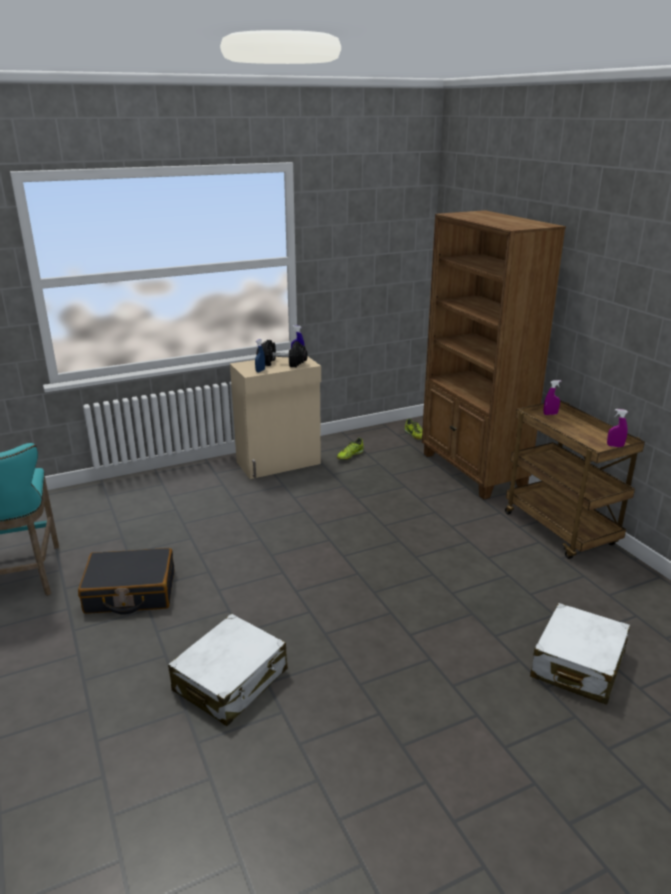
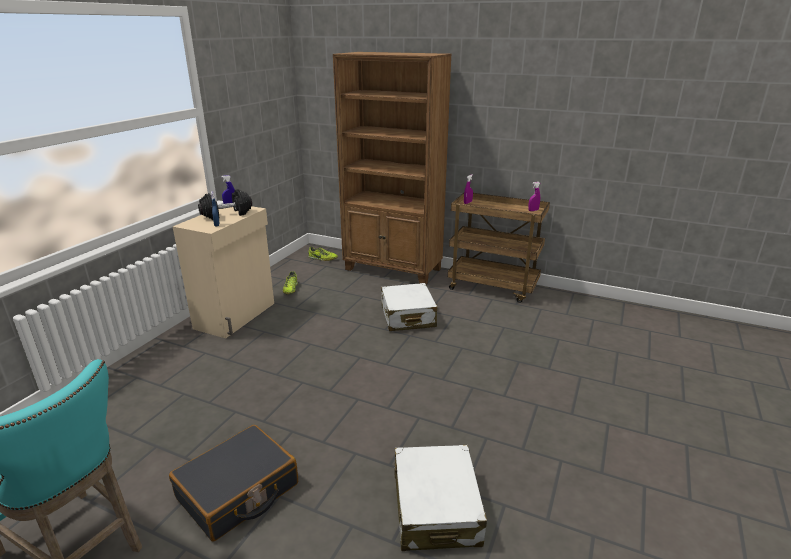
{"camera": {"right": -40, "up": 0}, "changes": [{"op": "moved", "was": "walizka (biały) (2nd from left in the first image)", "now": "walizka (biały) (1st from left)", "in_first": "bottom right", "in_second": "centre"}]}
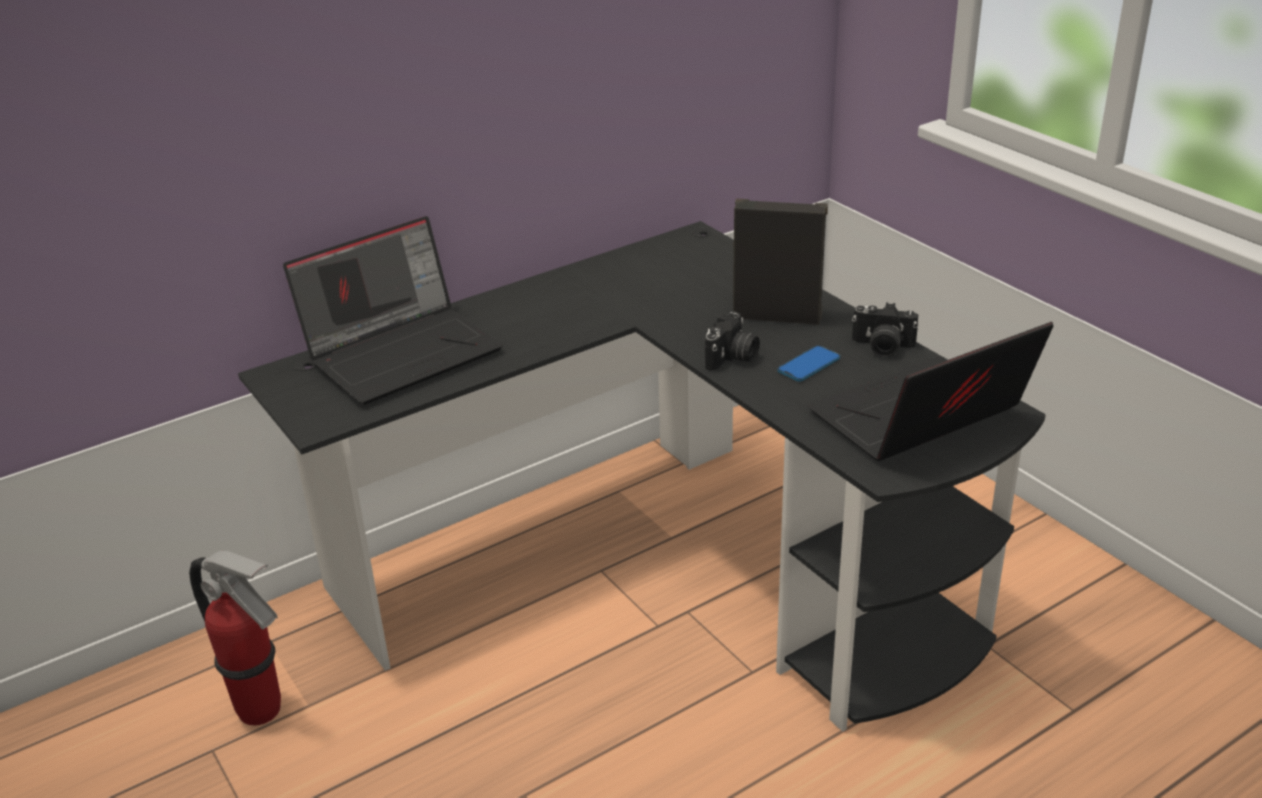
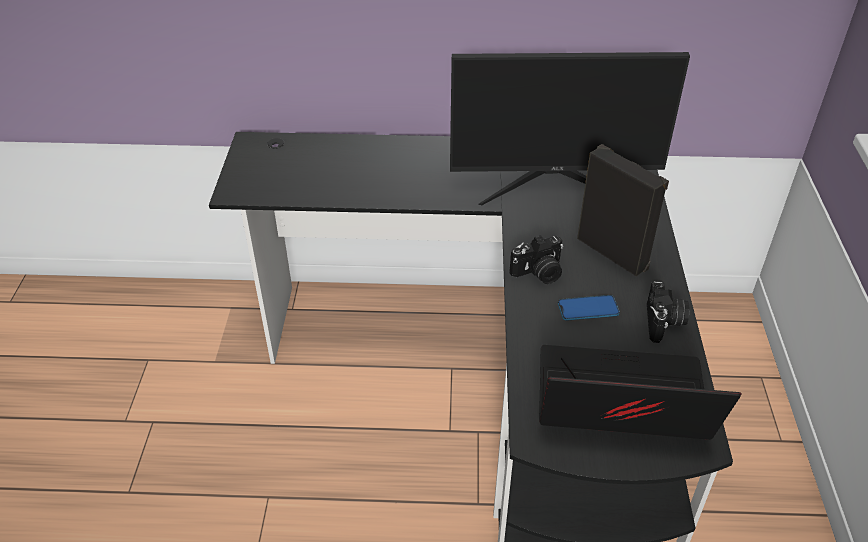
{"camera": {"right": 35, "up": 10}, "changes": [{"op": "removed", "was": "gaśnica", "in_first": "bottom left"}, {"op": "removed", "was": "laptop (1st from left)", "in_first": "middle left"}, {"op": "turned", "was": "aparat fotograficzny (2nd from left)", "in_first": "middle right", "in_second": "middle right", "clockwise": -135}, {"op": "added", "now": "monitor", "in_second": "top centre"}]}
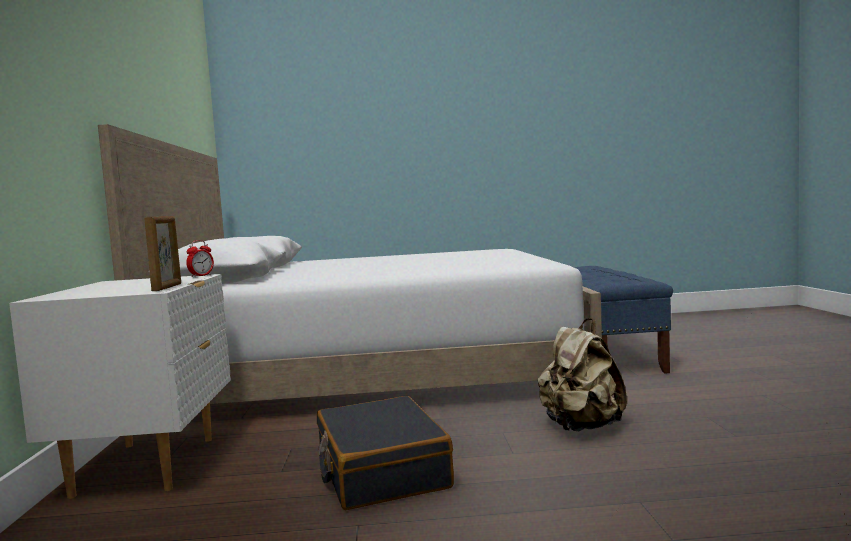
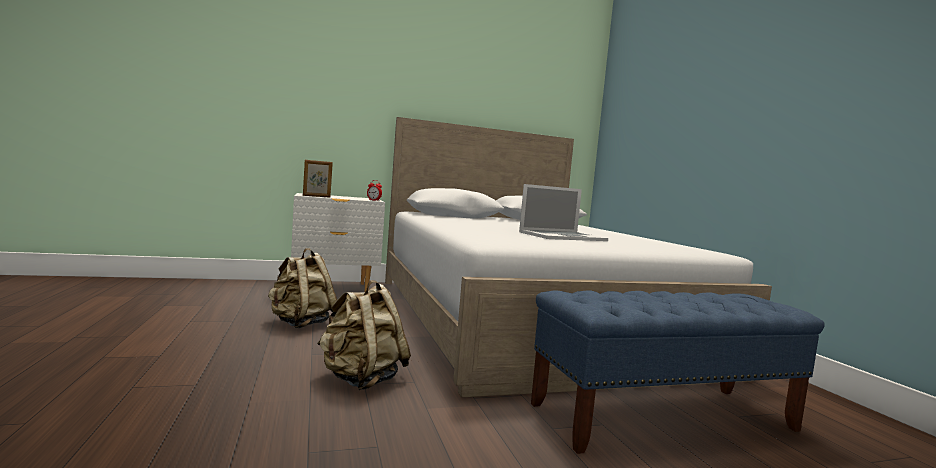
{"camera": {"right": 75, "up": 0}, "changes": [{"op": "replaced", "was": "walizka (czarny)", "now": "plecak (beżowy) (1st from left)", "in_first": "bottom centre", "in_second": "middle left"}, {"op": "added", "now": "laptop", "in_second": "centre"}]}
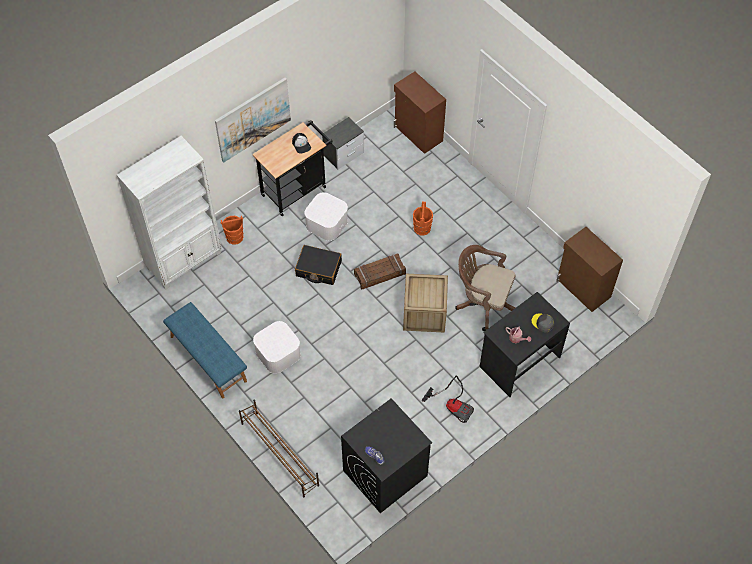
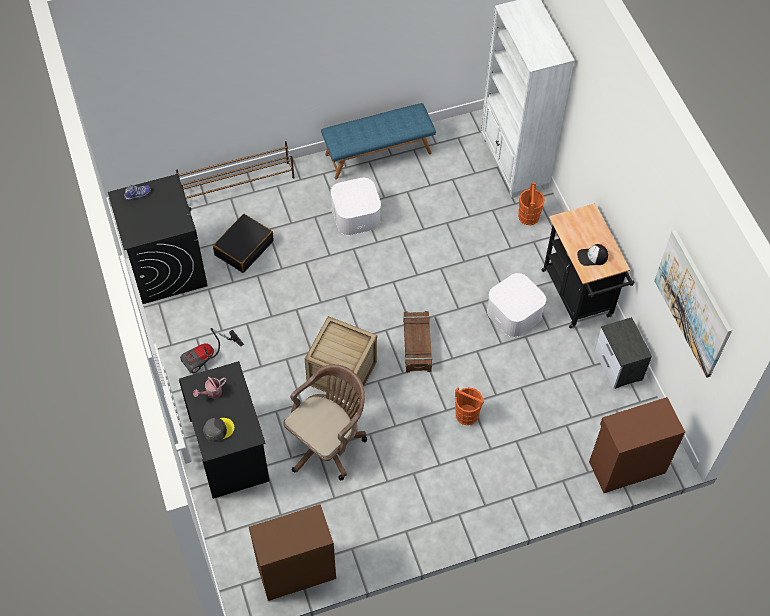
{"camera": {"right": 110, "up": 0}, "changes": [{"op": "moved", "was": "obraz", "in_first": "top centre", "in_second": "middle right"}, {"op": "moved", "was": "walizka (czarny)", "in_first": "centre", "in_second": "middle left"}]}
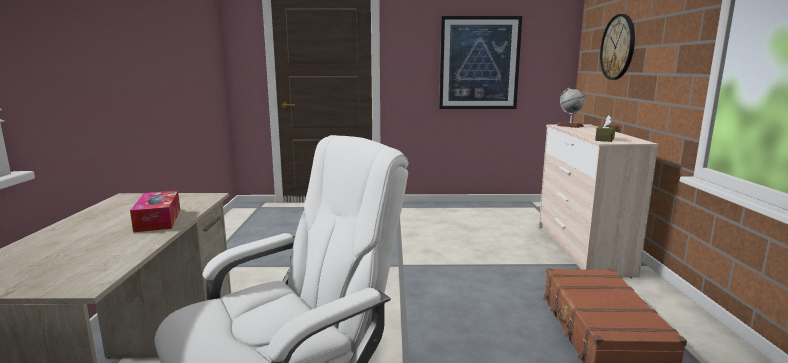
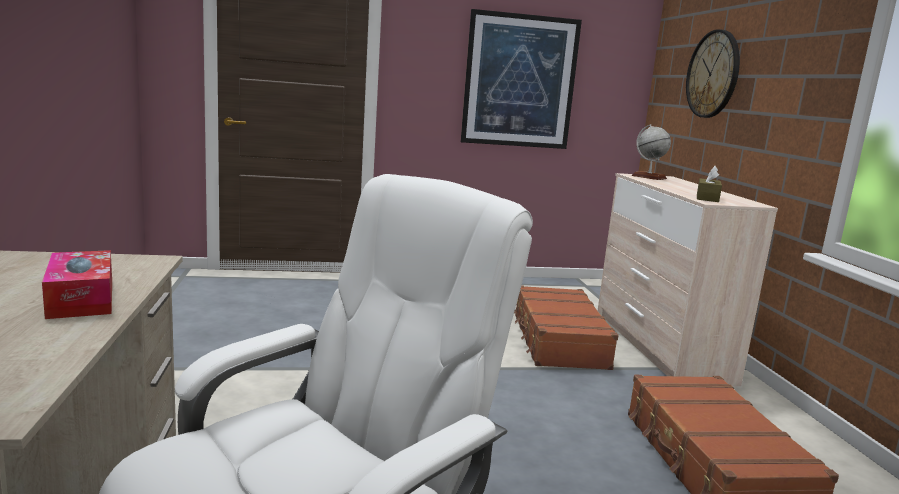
{"camera": {"right": -10, "up": 0}, "changes": [{"op": "added", "now": "walizka (brązowy) (1st from left)", "in_second": "centre"}]}
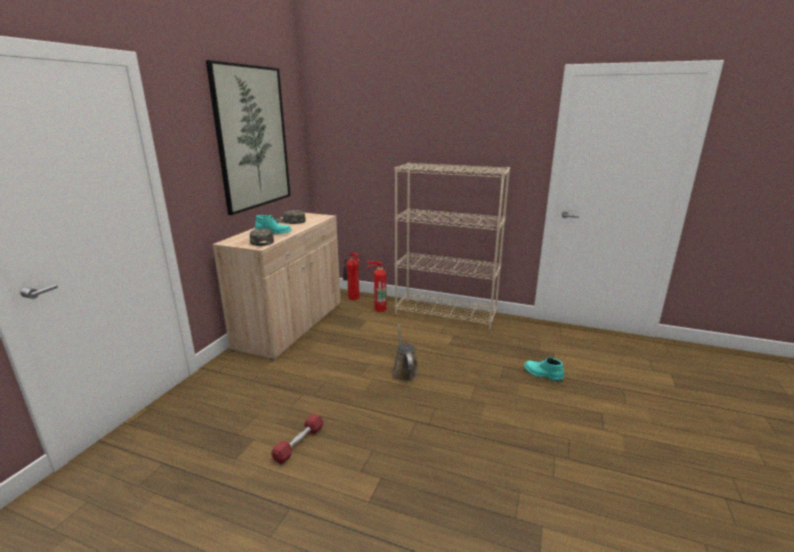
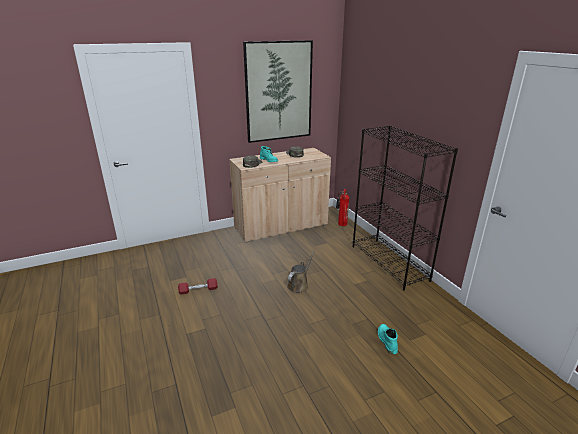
{"camera": {"right": 45, "up": 5}, "changes": [{"op": "removed", "was": "gaśnica (2nd from left)", "in_first": "centre"}, {"op": "recoloured", "was": "regał (beżowy)", "now": "regał (czarny)", "in_first": "centre", "in_second": "middle right"}]}
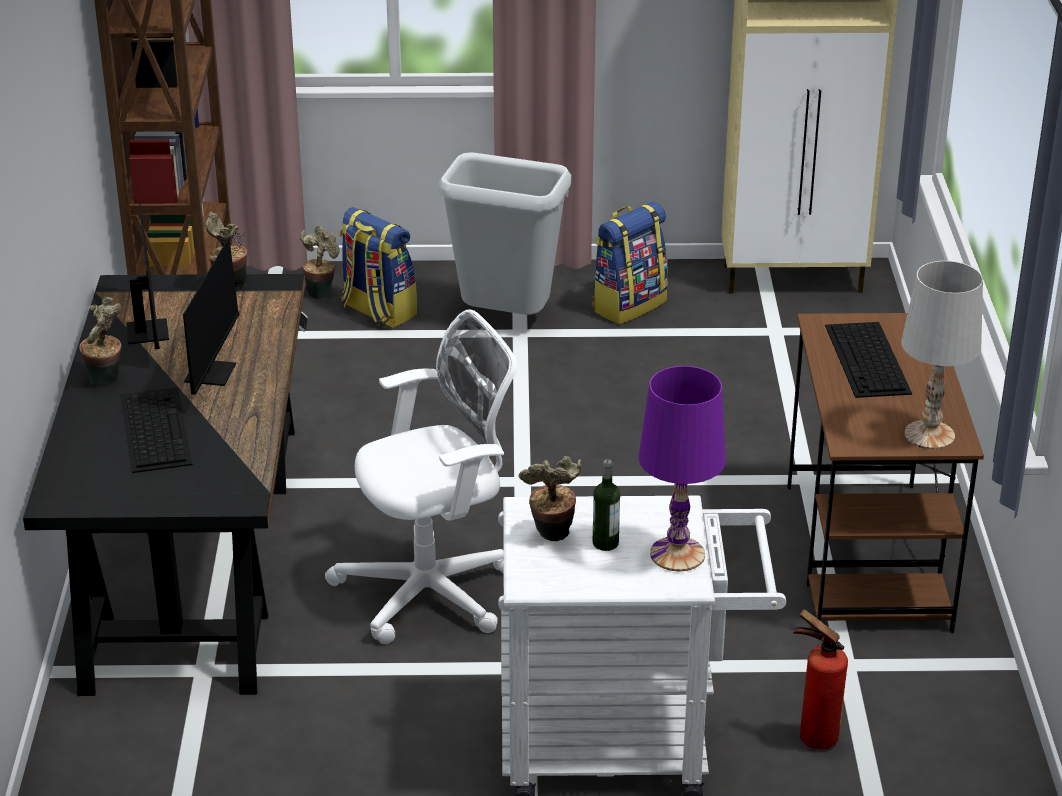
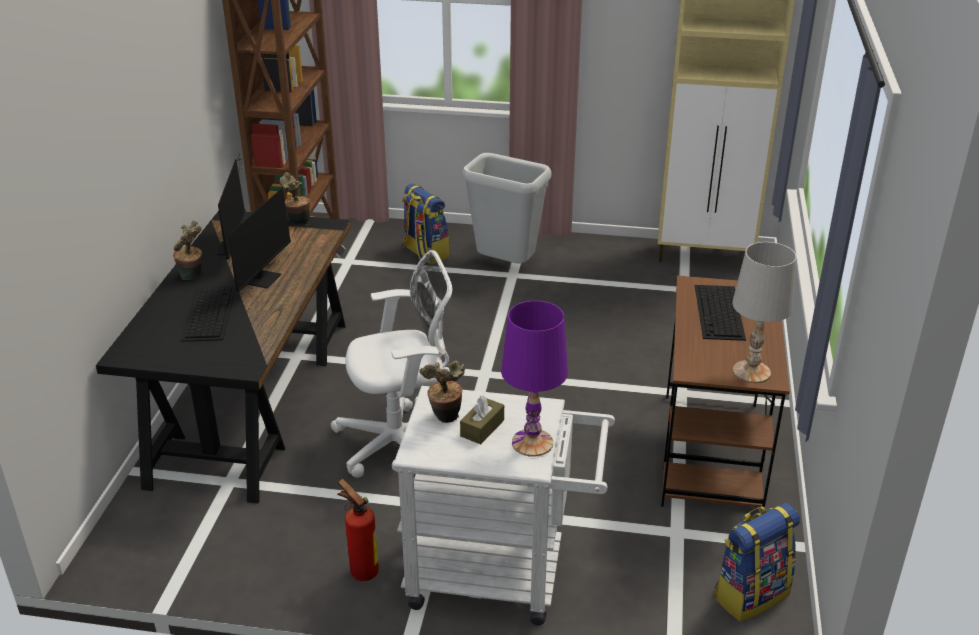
{"camera": {"right": 10, "up": 0}, "changes": [{"op": "removed", "was": "roślina doniczkowa (3rd from left)", "in_first": "top left"}, {"op": "moved", "was": "plecak (2nd from left)", "in_first": "top centre", "in_second": "bottom right"}, {"op": "replaced", "was": "butelka", "now": "pudełko chusteczek (brązowy)", "in_first": "centre", "in_second": "centre"}, {"op": "moved", "was": "gaśnica", "in_first": "bottom right", "in_second": "bottom centre"}]}
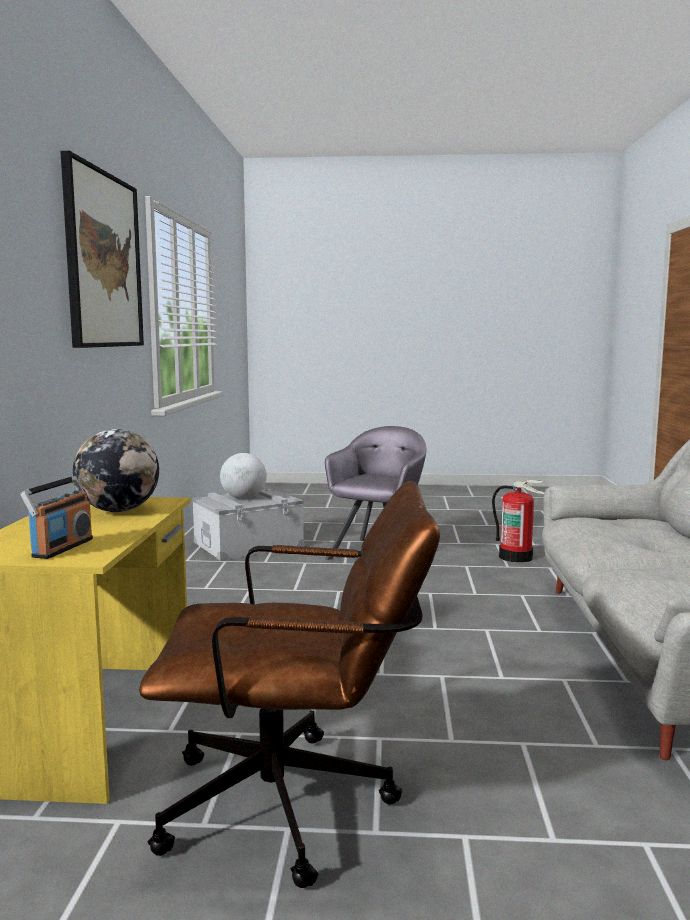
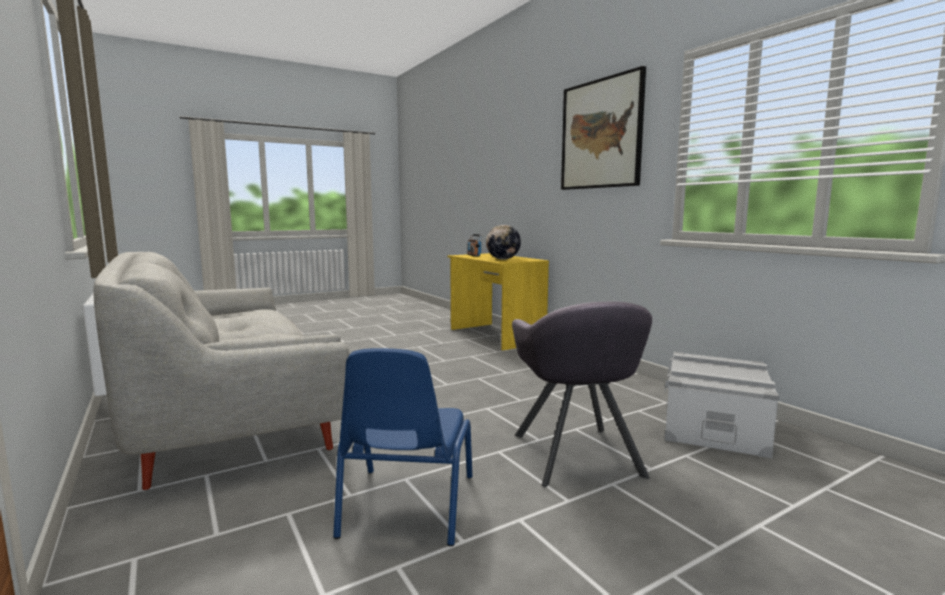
{"camera": {"right": 145, "up": 0}, "changes": [{"op": "removed", "was": "krzesło biurowe (brązowy)", "in_first": "bottom centre"}, {"op": "removed", "was": "globus (2nd from left)", "in_first": "centre"}, {"op": "replaced", "was": "gaśnica", "now": "krzesło (niebieski)", "in_first": "middle right", "in_second": "bottom centre"}]}
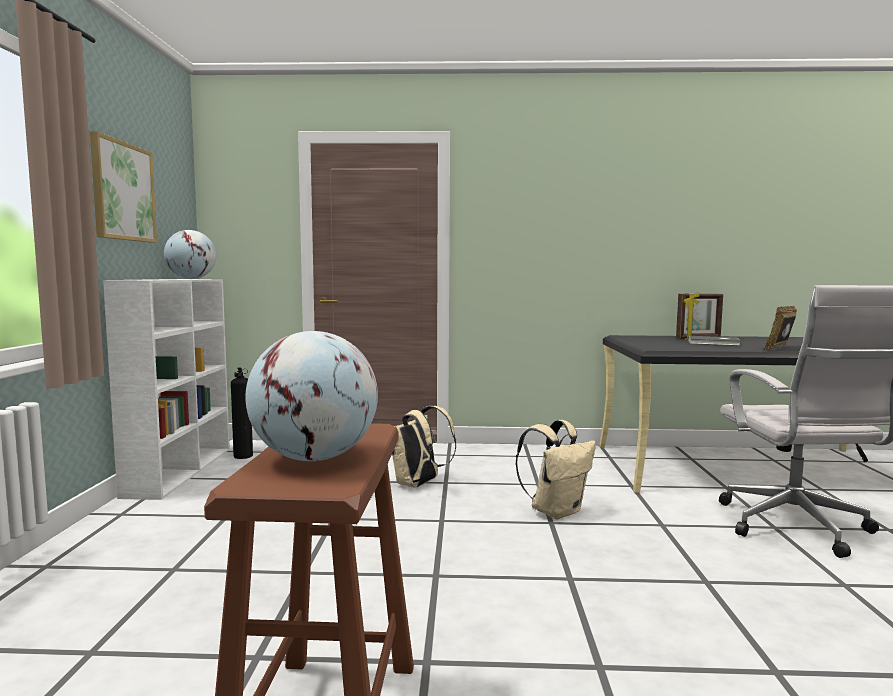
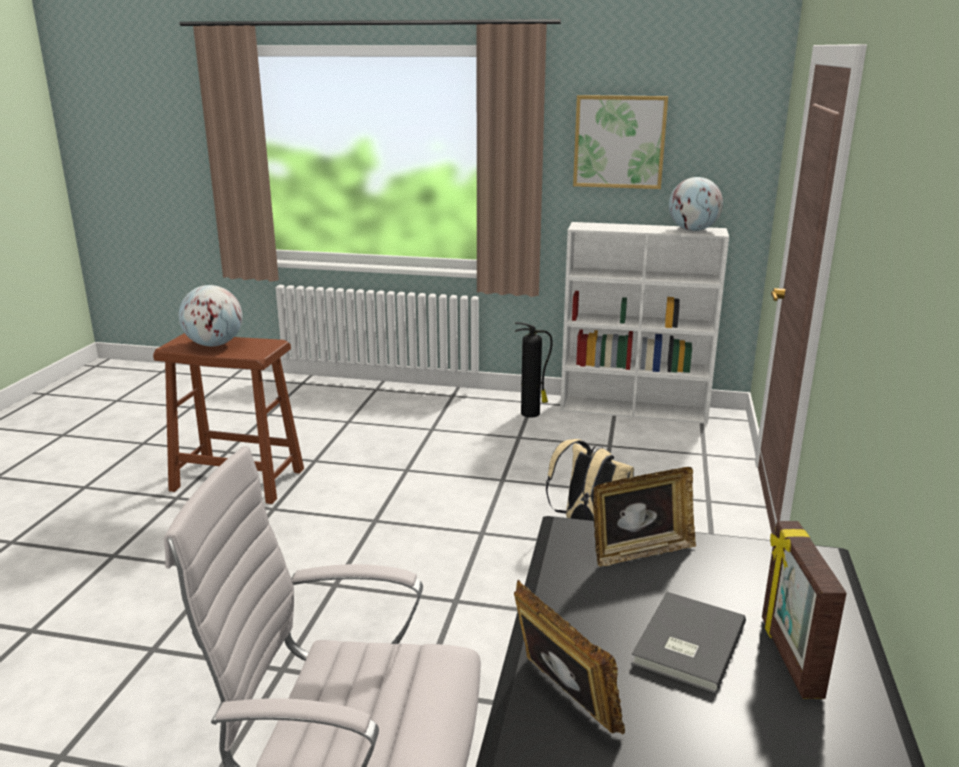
{"camera": {"right": 100, "up": 15}, "changes": [{"op": "moved", "was": "gaśnica", "in_first": "middle left", "in_second": "centre"}, {"op": "removed", "was": "plecak (beżowy) (2nd from left)", "in_first": "bottom centre"}, {"op": "added", "now": "ramka na zdjęcie (2nd from left)", "in_second": "bottom right"}]}
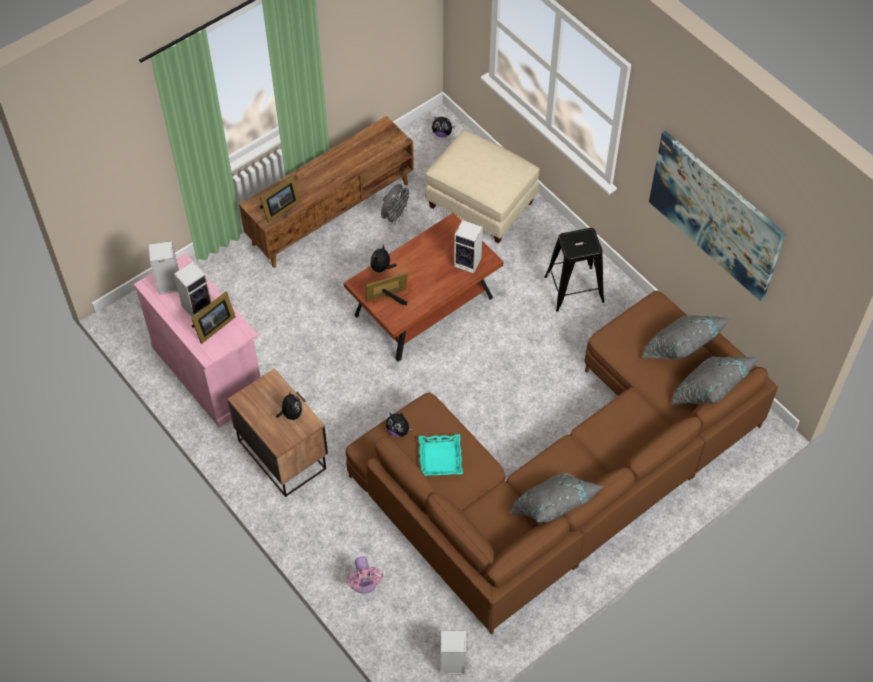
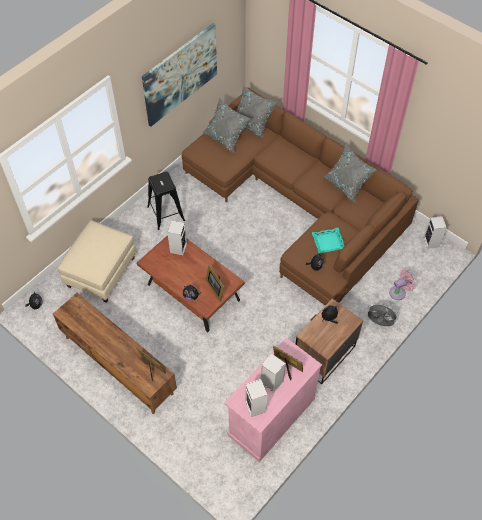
{"camera": {"right": -100, "up": 0}, "changes": [{"op": "moved", "was": "wentylator (szary)", "in_first": "top centre", "in_second": "middle right"}]}
